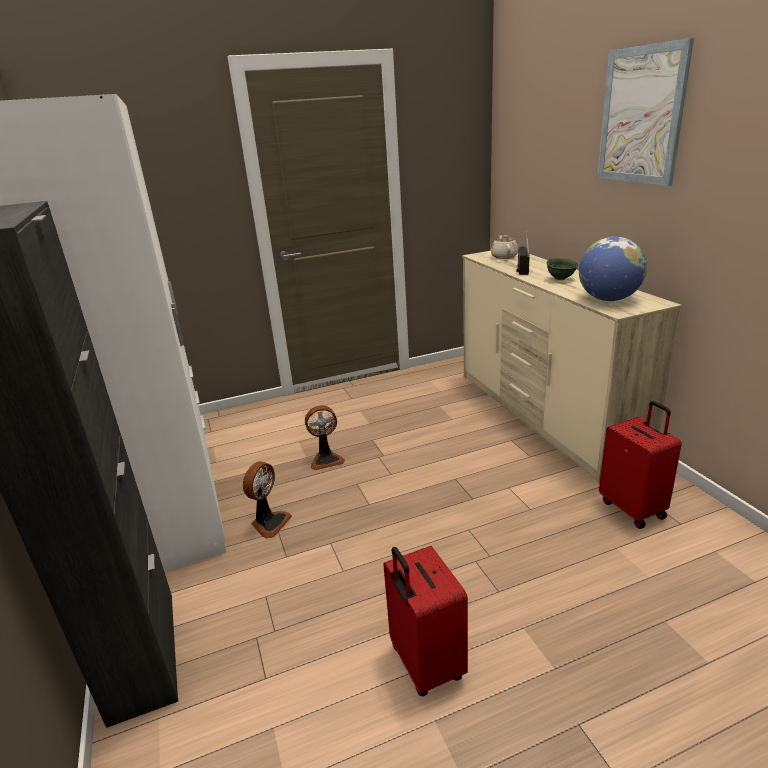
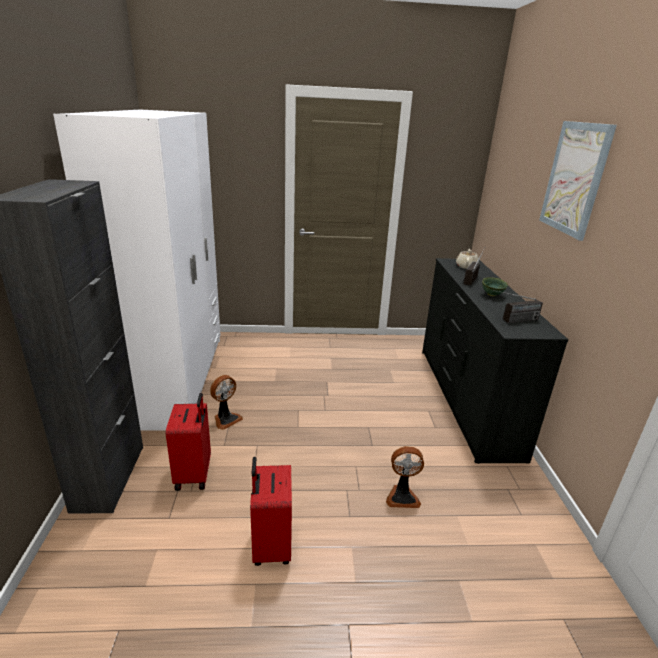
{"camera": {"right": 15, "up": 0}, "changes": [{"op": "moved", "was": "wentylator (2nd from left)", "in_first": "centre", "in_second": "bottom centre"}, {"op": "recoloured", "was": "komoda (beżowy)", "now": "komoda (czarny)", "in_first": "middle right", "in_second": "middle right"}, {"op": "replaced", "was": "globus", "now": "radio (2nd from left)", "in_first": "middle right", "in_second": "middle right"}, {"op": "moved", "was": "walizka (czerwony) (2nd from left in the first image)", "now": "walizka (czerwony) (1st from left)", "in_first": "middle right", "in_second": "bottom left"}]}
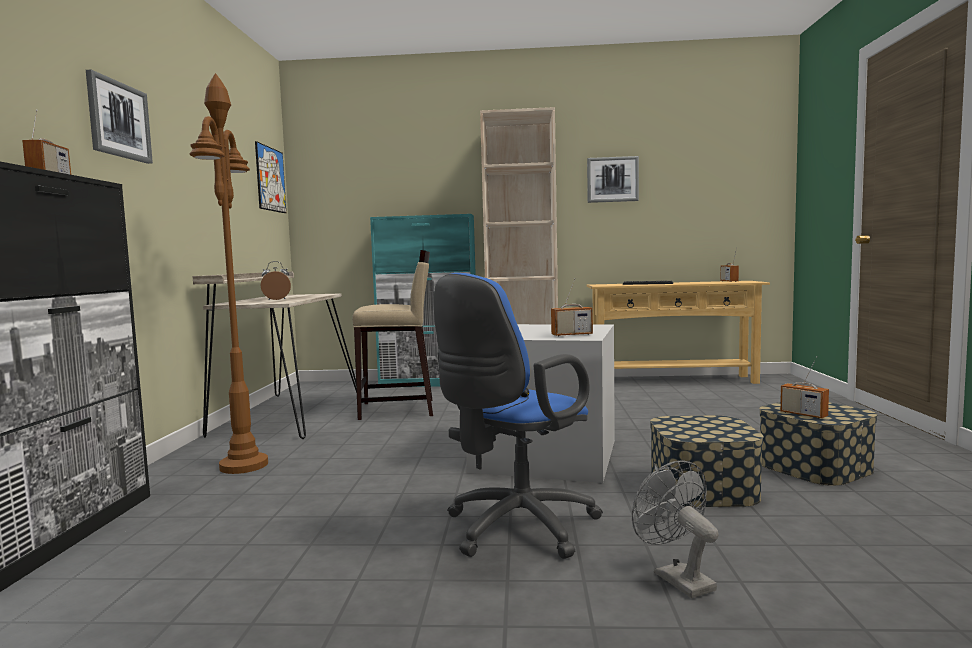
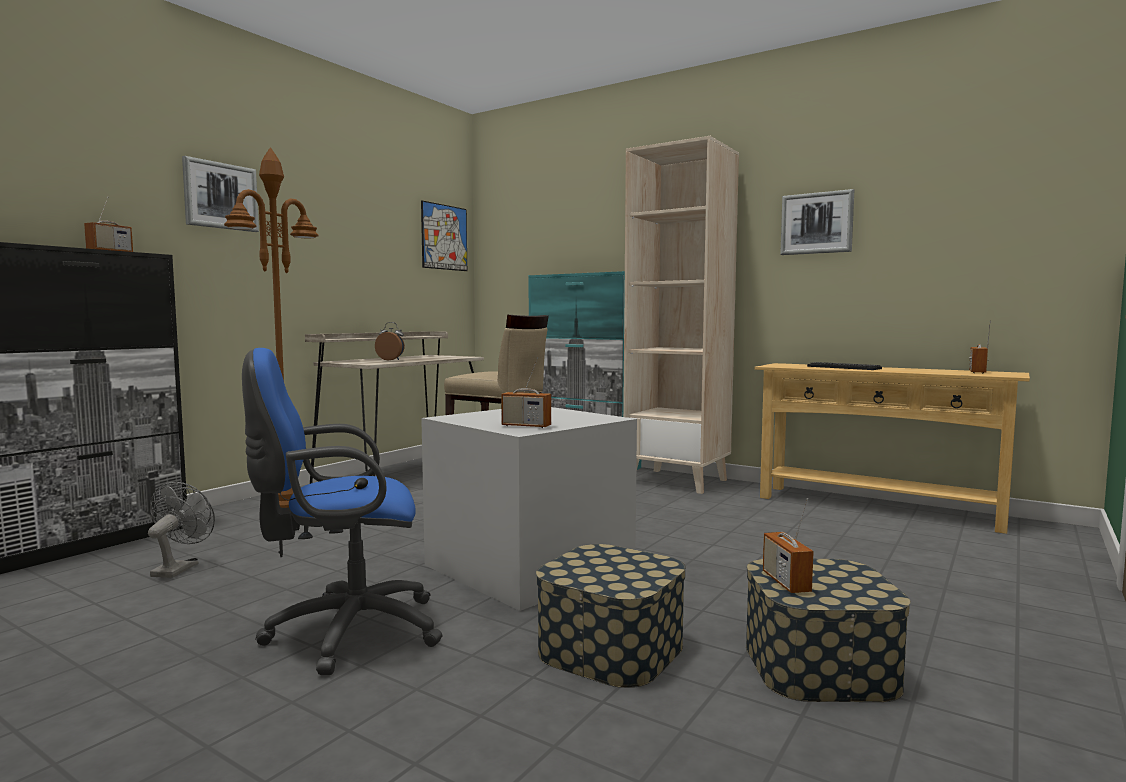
{"camera": {"right": 30, "up": 0}, "changes": [{"op": "moved", "was": "wentylator (szary)", "in_first": "bottom right", "in_second": "bottom left"}]}
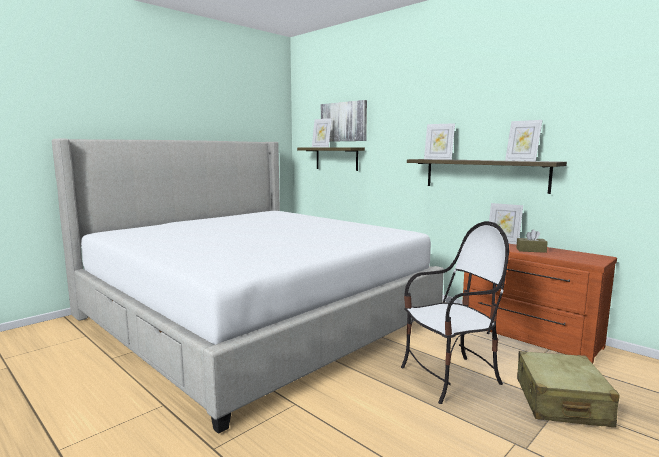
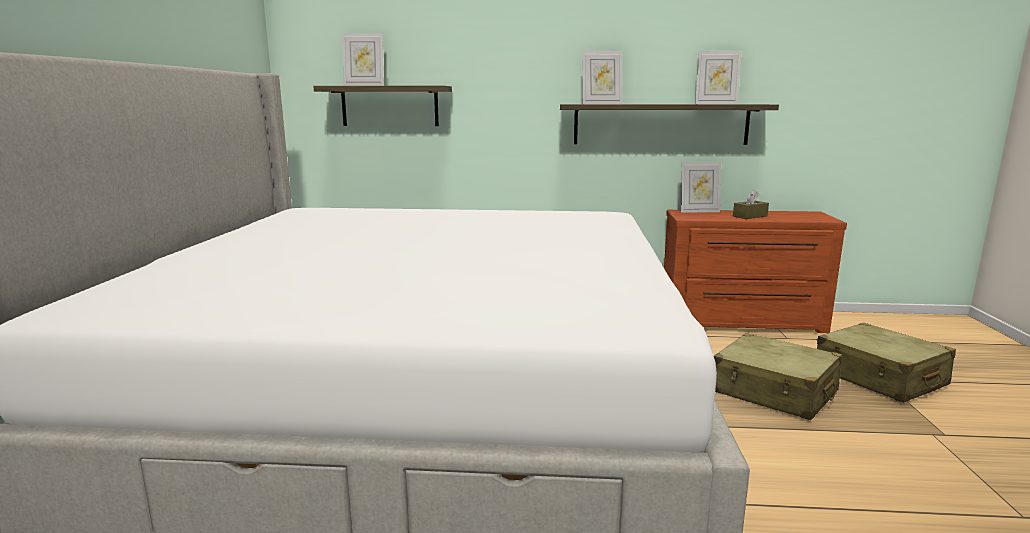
{"camera": {"right": -40, "up": 5}, "changes": [{"op": "removed", "was": "obraz", "in_first": "top centre"}, {"op": "replaced", "was": "krzesło", "now": "walizka (beżowy) (1st from left)", "in_first": "bottom right", "in_second": "bottom right"}]}
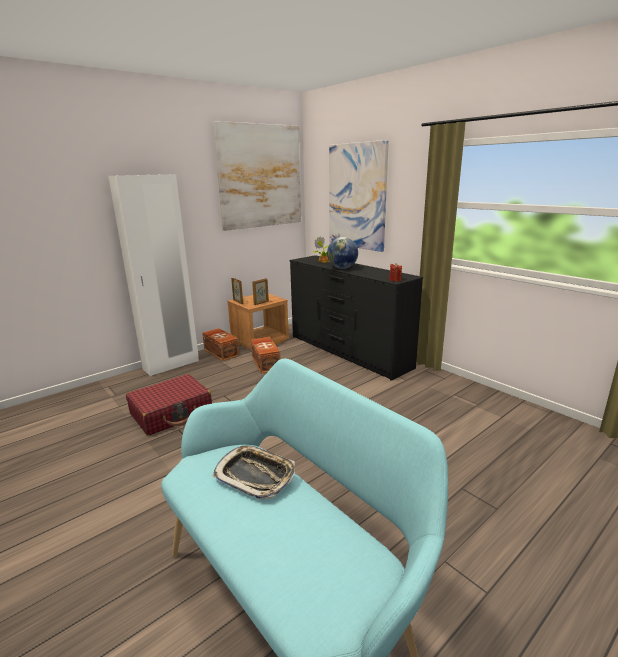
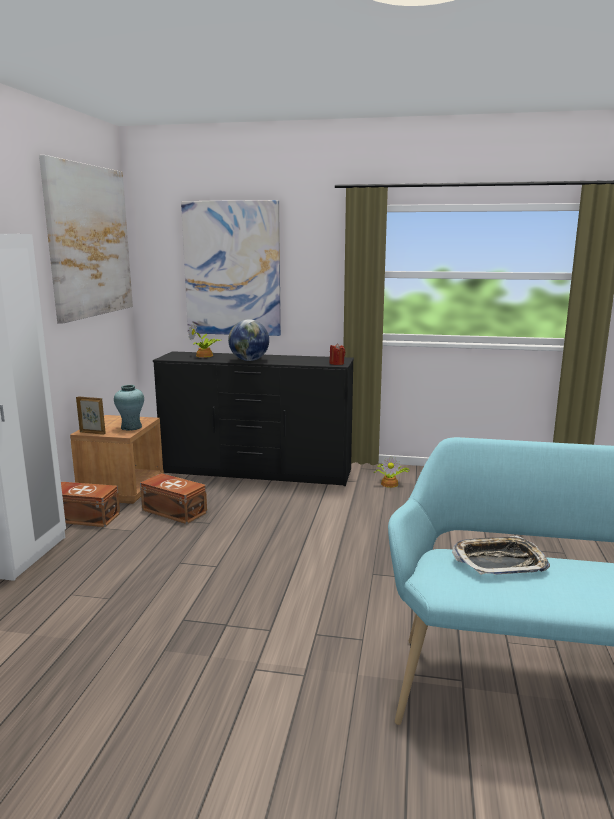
{"camera": {"right": -40, "up": -5}, "changes": [{"op": "removed", "was": "walizka (czerwony)", "in_first": "middle left"}, {"op": "replaced", "was": "ramka na zdjęcie (2nd from left)", "now": "wazon (turkusowy)", "in_first": "centre", "in_second": "middle left"}, {"op": "added", "now": "roślina doniczkowa (2nd from left)", "in_second": "centre"}]}
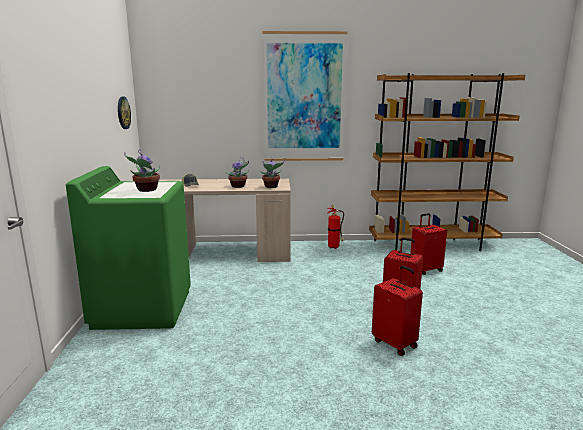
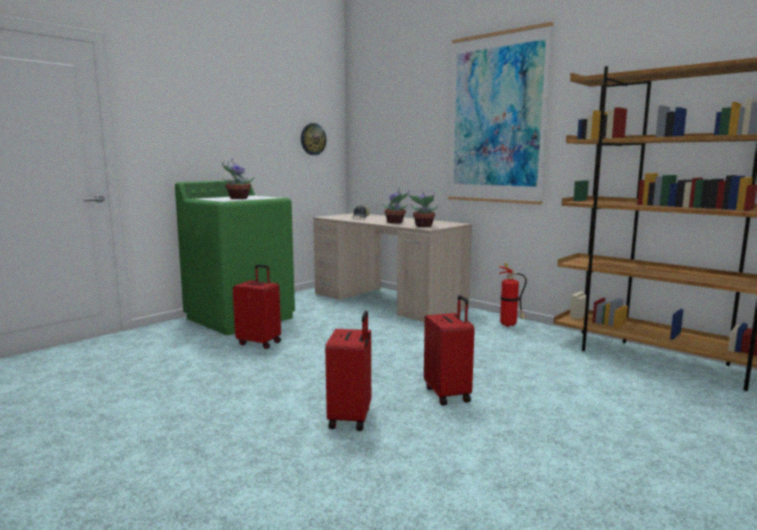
{"camera": {"right": 45, "up": -5}, "changes": [{"op": "moved", "was": "walizka (czerwony) (3rd from left in the first image)", "now": "walizka (czerwony) (1st from left)", "in_first": "middle right", "in_second": "centre"}]}
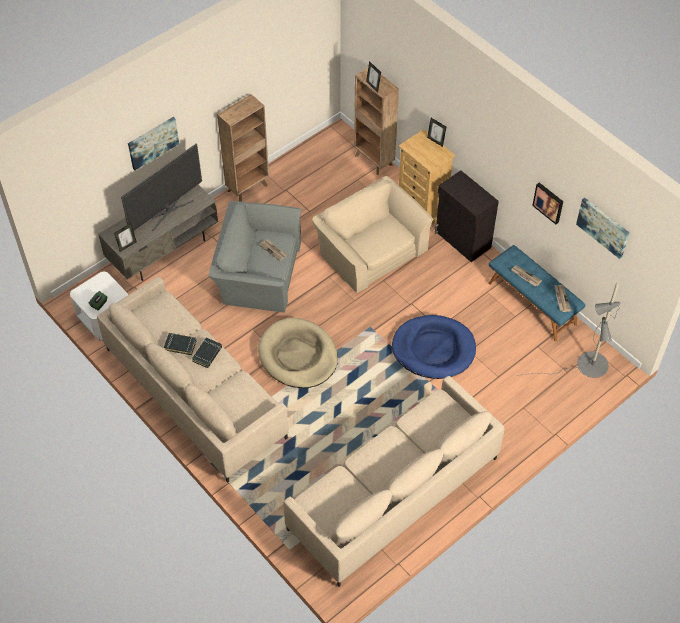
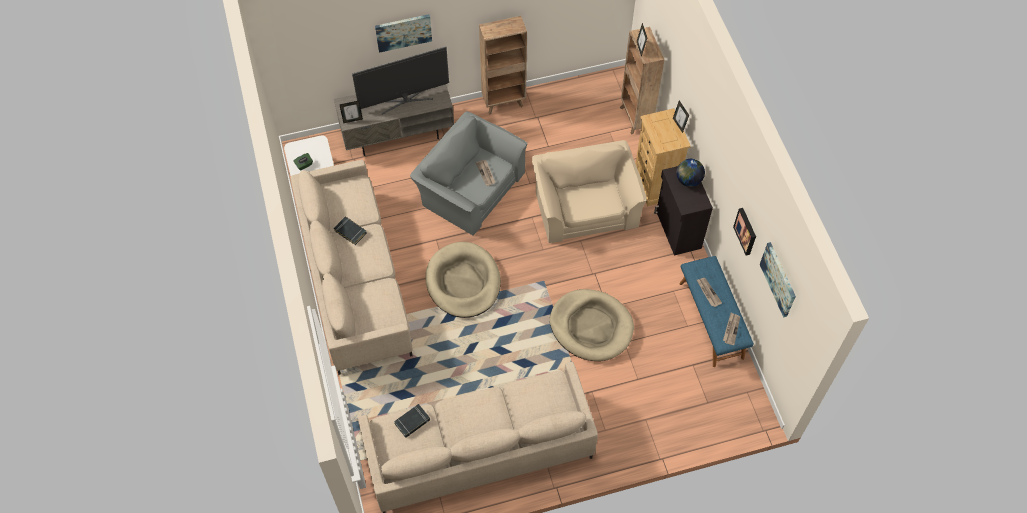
{"camera": {"right": 25, "up": 5}, "changes": [{"op": "moved", "was": "książka (czarny) (2nd from left)", "in_first": "middle left", "in_second": "bottom centre"}, {"op": "recoloured", "was": "legowisko (niebieski)", "now": "legowisko (beżowy) (2nd from left)", "in_first": "centre", "in_second": "centre"}, {"op": "removed", "was": "lampa stojąca (szary)", "in_first": "middle right"}, {"op": "added", "now": "globus", "in_second": "middle right"}]}
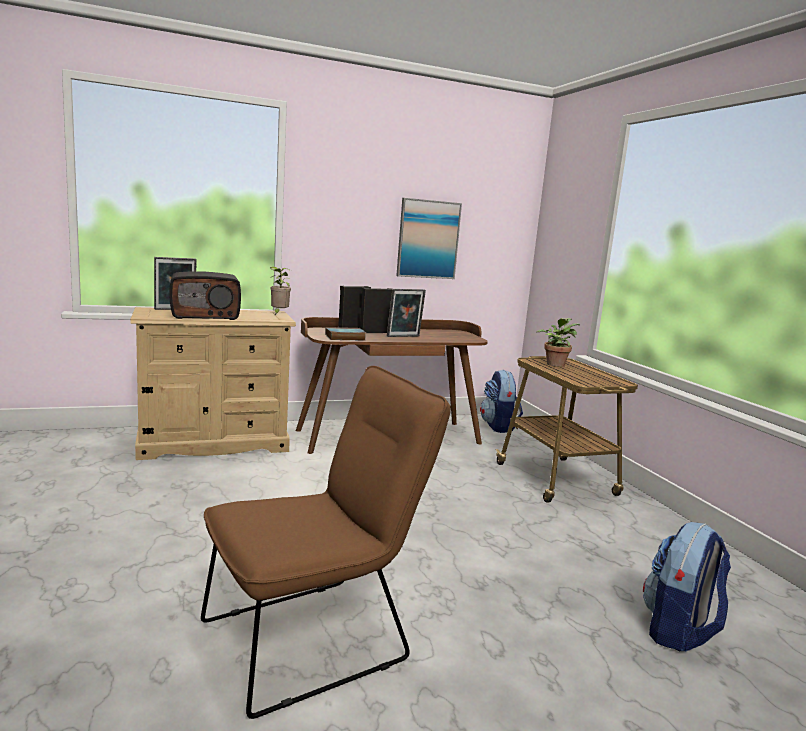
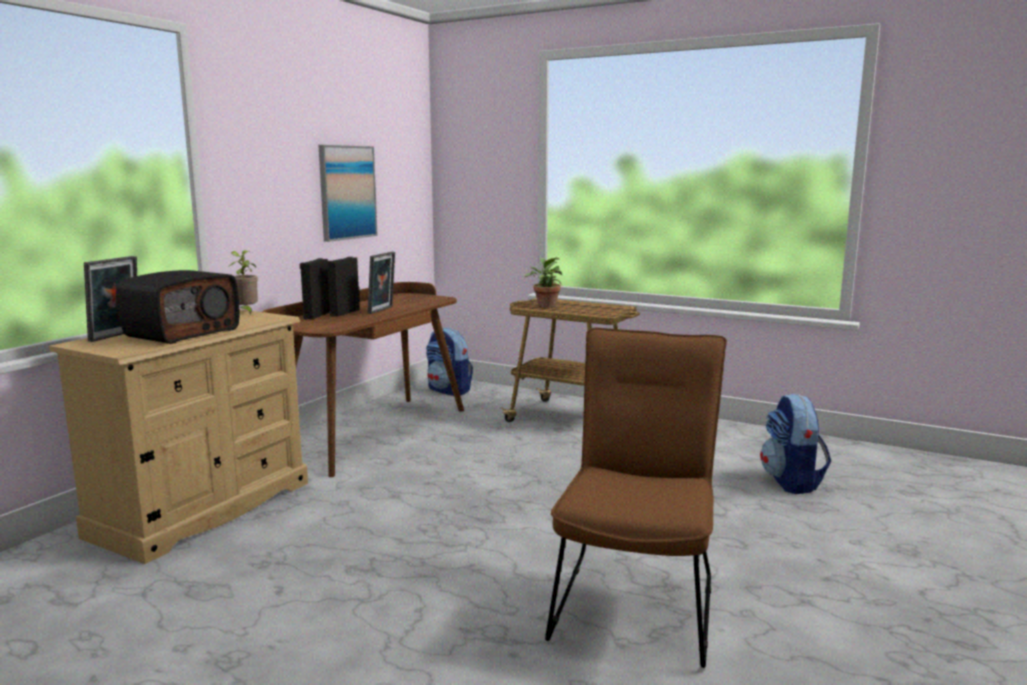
{"camera": {"right": -40, "up": 0}, "changes": [{"op": "removed", "was": "książka", "in_first": "centre"}]}
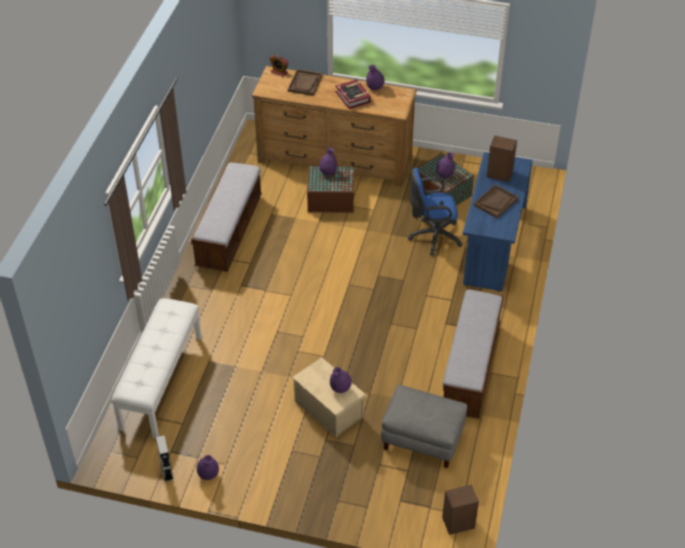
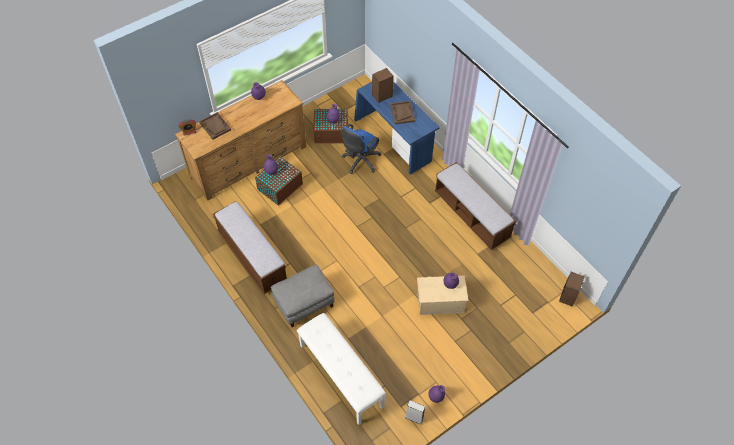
{"camera": {"right": -50, "up": 10}, "changes": [{"op": "removed", "was": "książka", "in_first": "top centre"}, {"op": "moved", "was": "pufa (szary)", "in_first": "bottom centre", "in_second": "centre"}]}
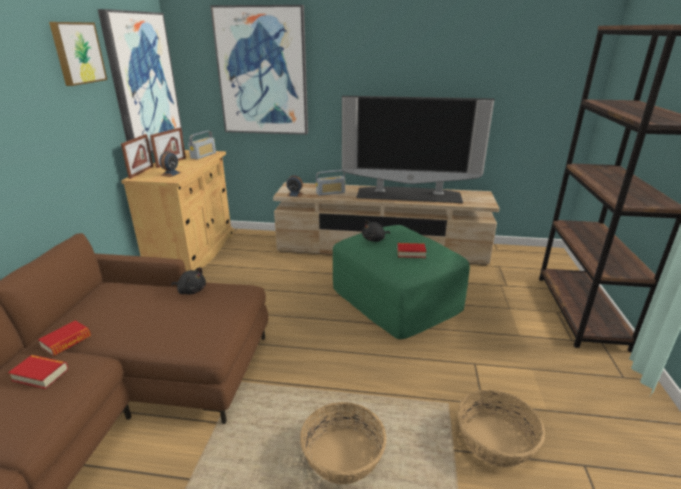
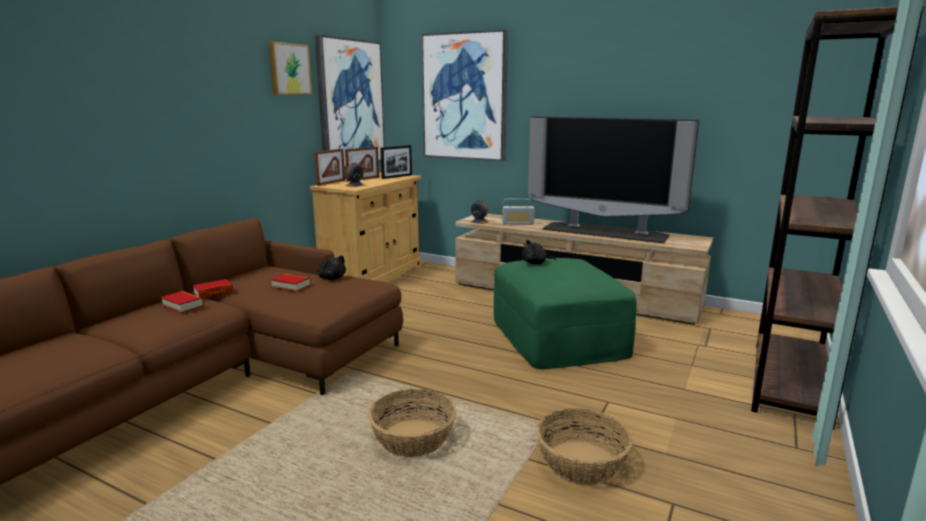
{"camera": {"right": 20, "up": -10}, "changes": [{"op": "replaced", "was": "radio (1st from left)", "now": "ramka na zdjęcie (3rd from left)", "in_first": "top left", "in_second": "top centre"}, {"op": "moved", "was": "książka (3rd from left)", "in_first": "centre", "in_second": "middle left"}]}
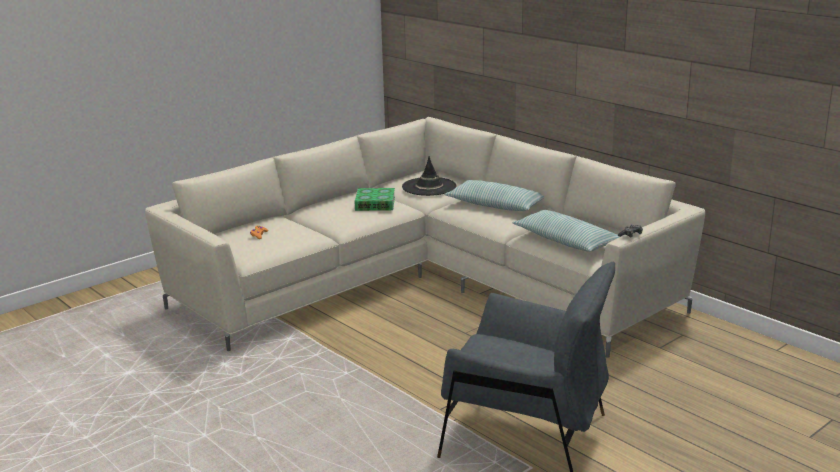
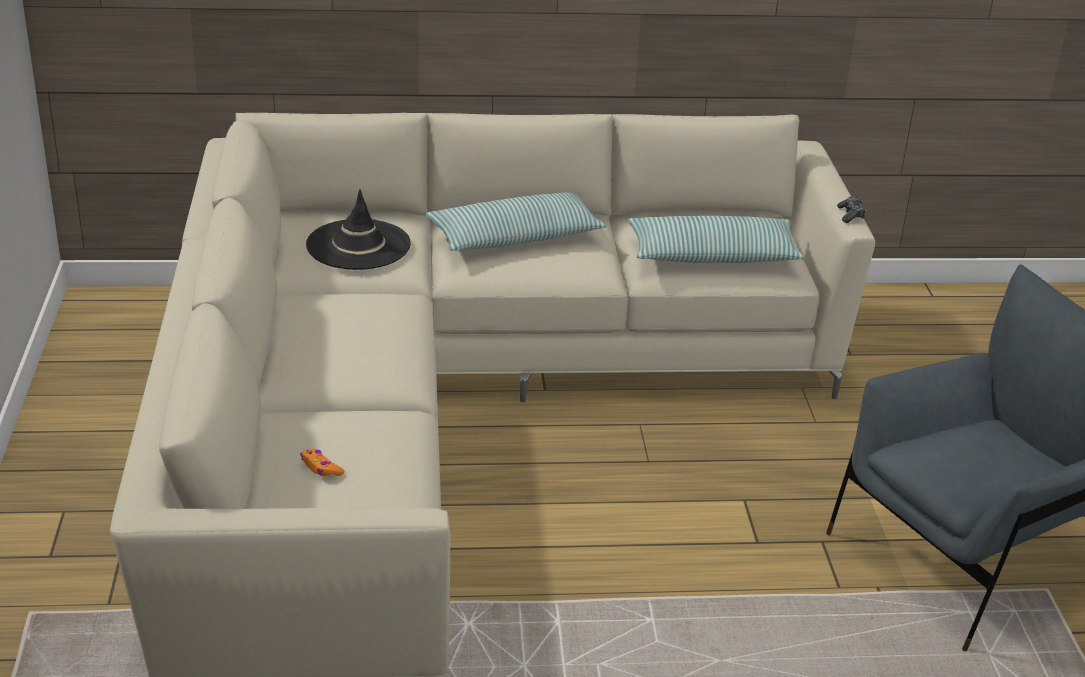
{"camera": {"right": -55, "up": 10}, "changes": [{"op": "removed", "was": "książka", "in_first": "centre"}]}
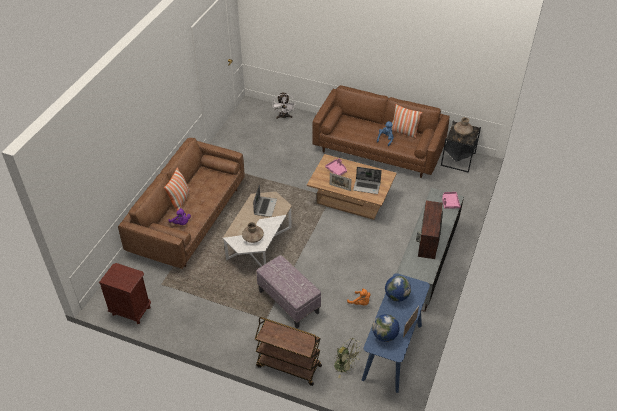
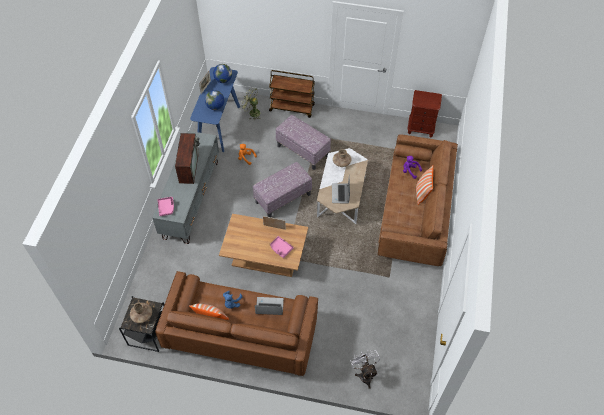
{"camera": {"right": 170, "up": 10}, "changes": [{"op": "moved", "was": "laptop (2nd from left in the first image)", "now": "laptop (1st from left)", "in_first": "centre", "in_second": "bottom centre"}, {"op": "added", "now": "pufa (1st from left)", "in_second": "centre"}]}
